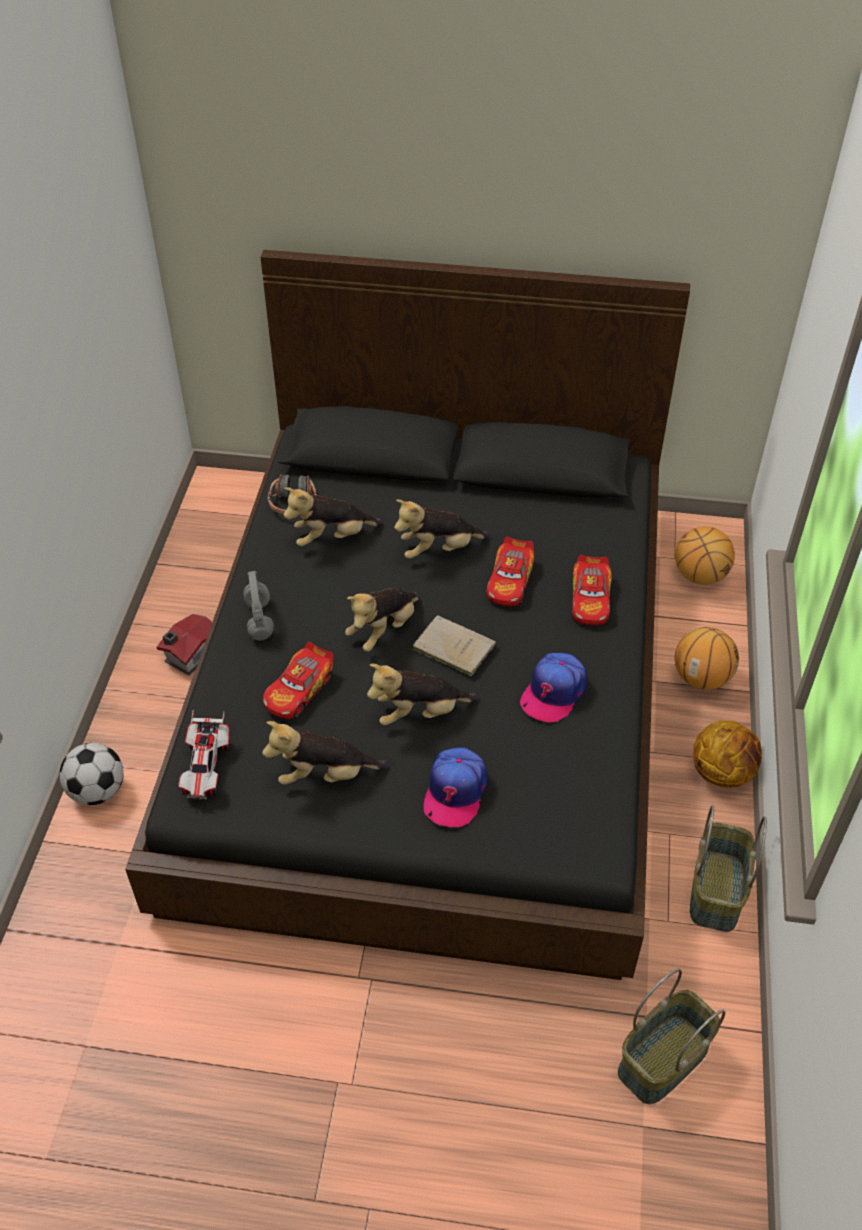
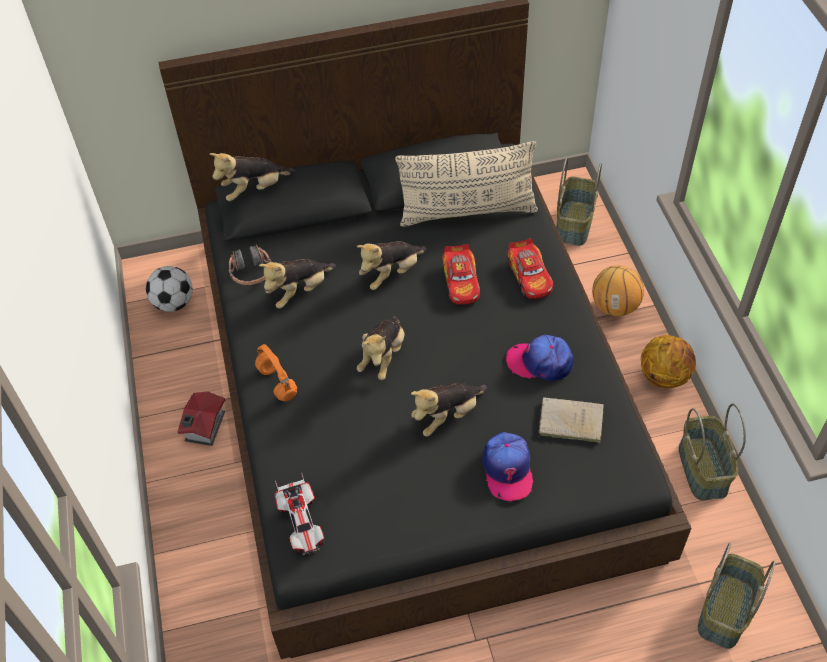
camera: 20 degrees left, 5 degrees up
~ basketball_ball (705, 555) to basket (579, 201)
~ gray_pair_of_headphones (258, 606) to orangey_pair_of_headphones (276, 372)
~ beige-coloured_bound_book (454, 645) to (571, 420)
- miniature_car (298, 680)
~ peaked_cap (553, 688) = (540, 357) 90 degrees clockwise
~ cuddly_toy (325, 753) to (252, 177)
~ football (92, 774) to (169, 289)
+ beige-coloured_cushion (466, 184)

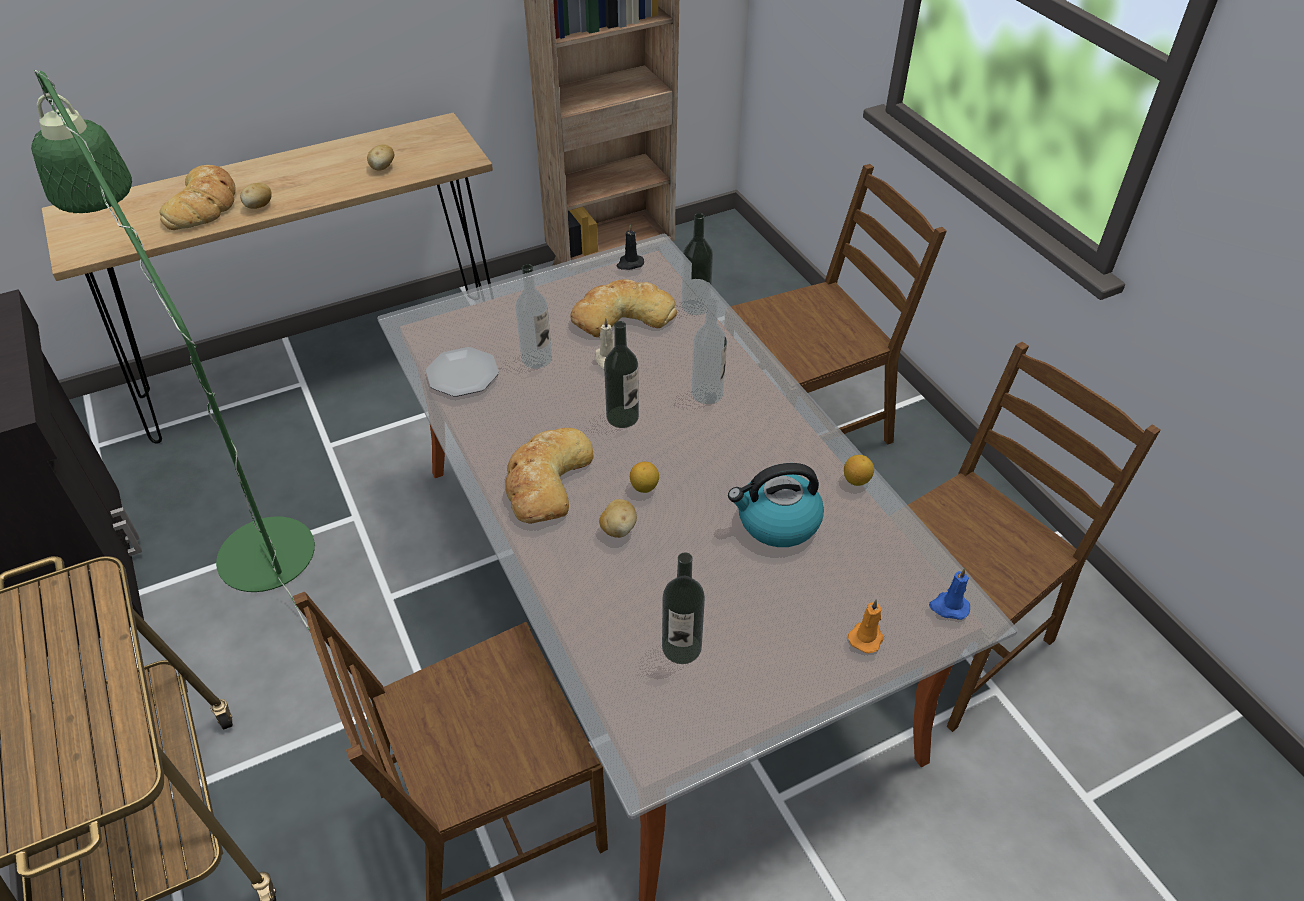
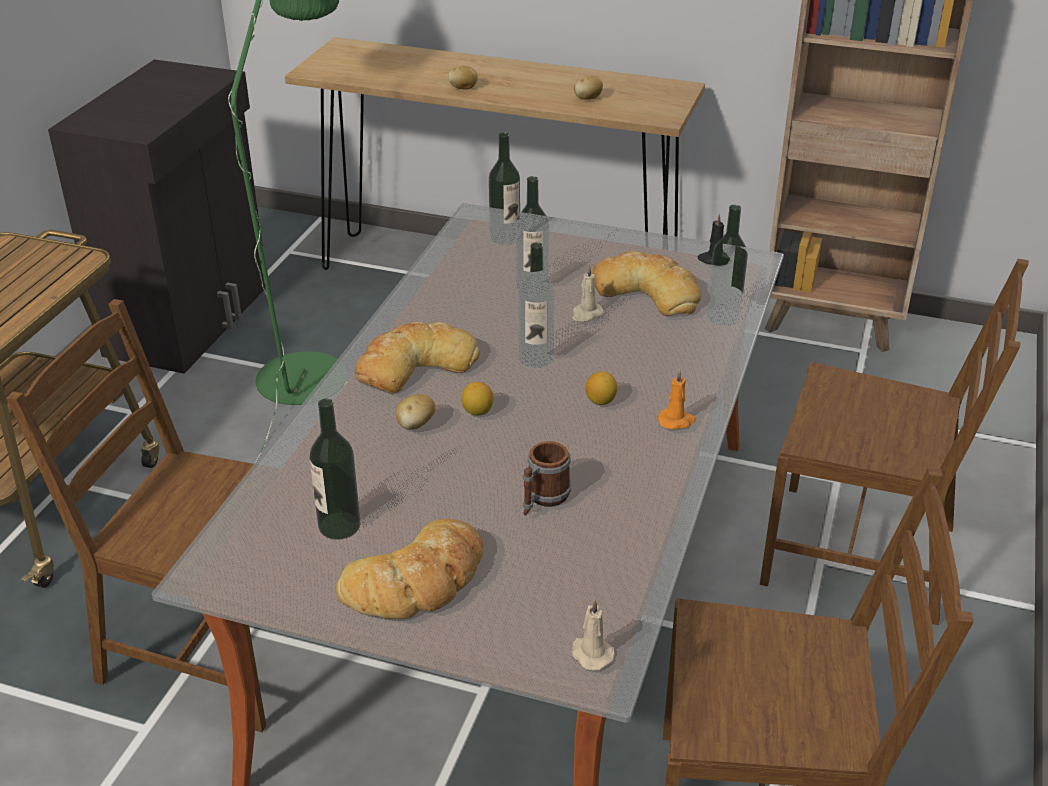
camera: 45 degrees right, 10 degrees down
~ bakery_bread (197, 197) to (410, 569)
~ bottle (709, 351) to (504, 189)
- flat_dish (462, 372)
~ lemon (859, 470) to (601, 388)
~ kettle (776, 505) to coffee_mug (547, 478)
~ blue-coloured_wax_light (949, 594) to beige-coloured_wax_light (593, 635)
~ orangey_wax_light (866, 626) to (676, 400)

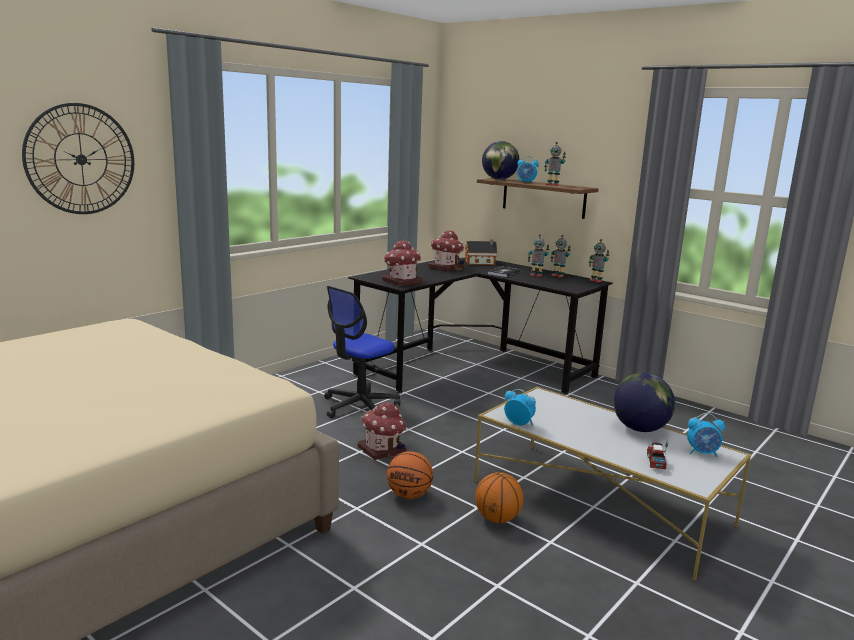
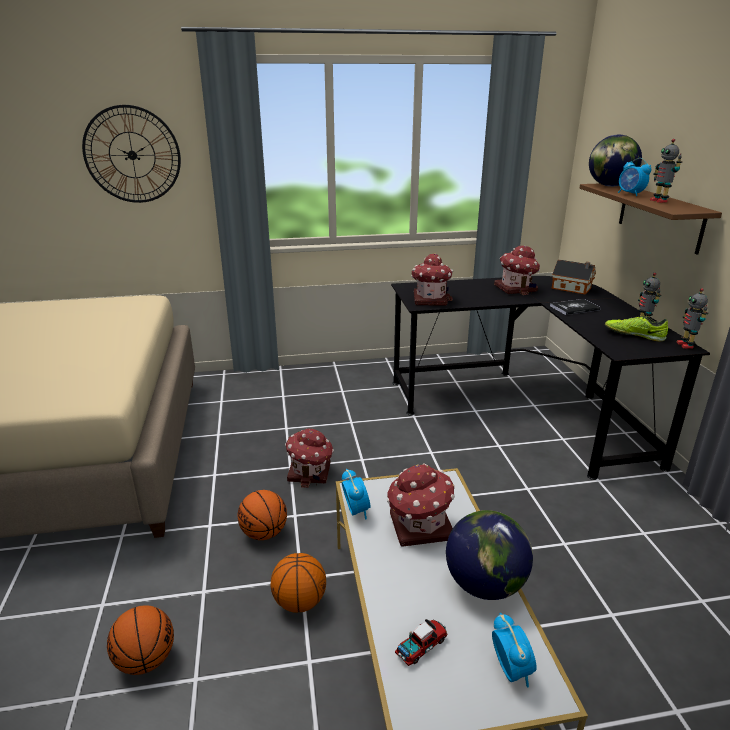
camera: 40 degrees right, 10 degrees up
- robot_figure (538, 255)
- computer_chair (362, 352)
~ bedside_clock (706, 435) = (514, 650) 150 degrees counterclockwise
+ shoe (636, 329)
+ miniature_house (421, 505)
+ basketball_ball (140, 640)

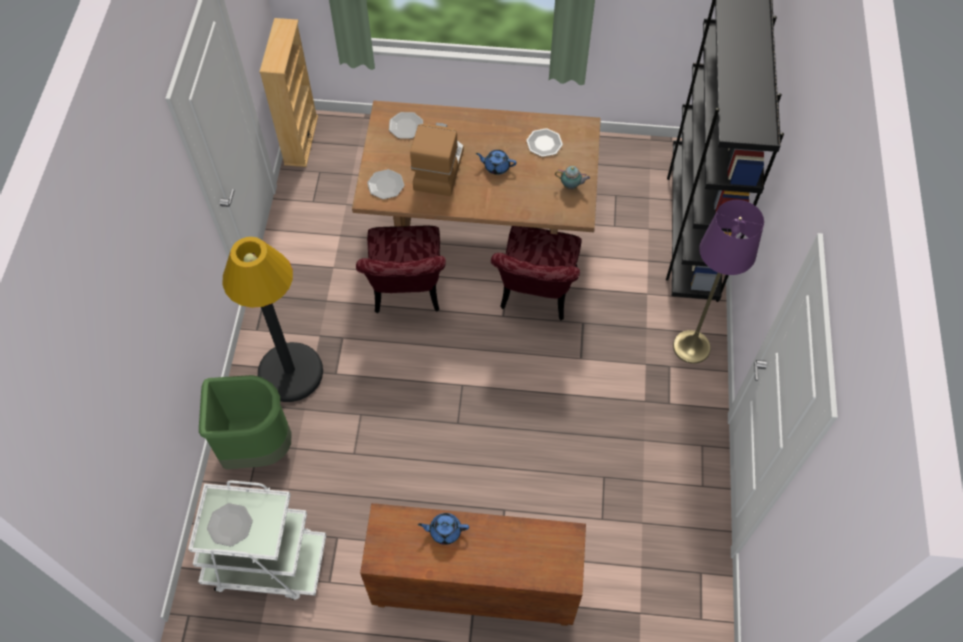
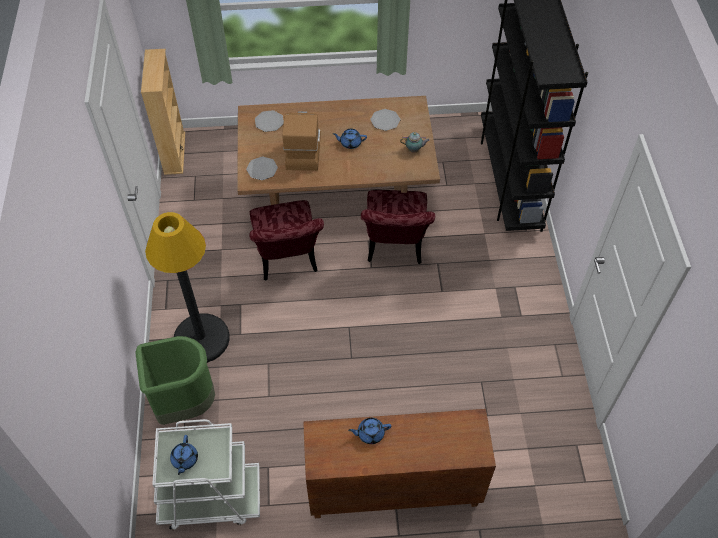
camera: 10 degrees left, 5 degrees down
- purple_floor_lamp (718, 282)
~ flat_dish (230, 525) to blue-coloured_pot_for_tea (184, 455)

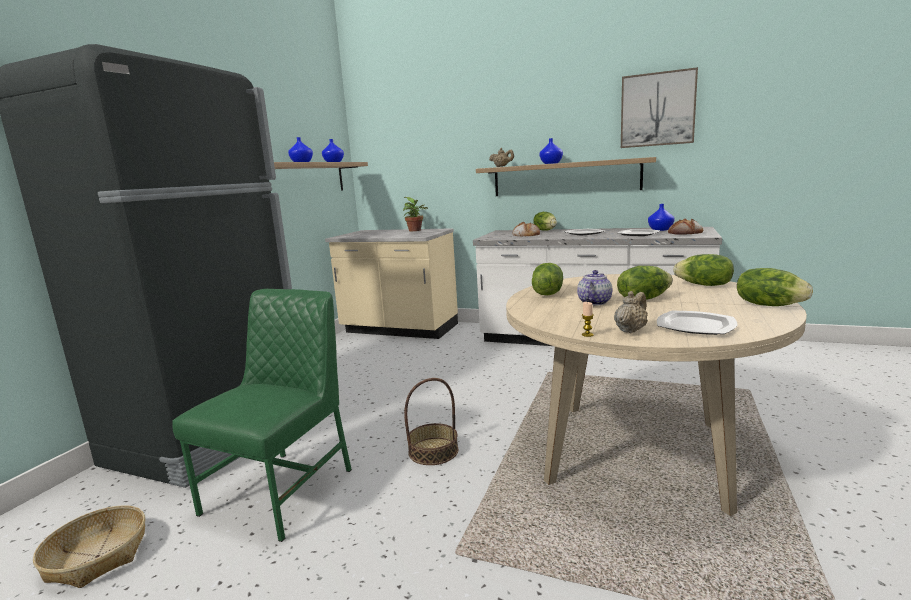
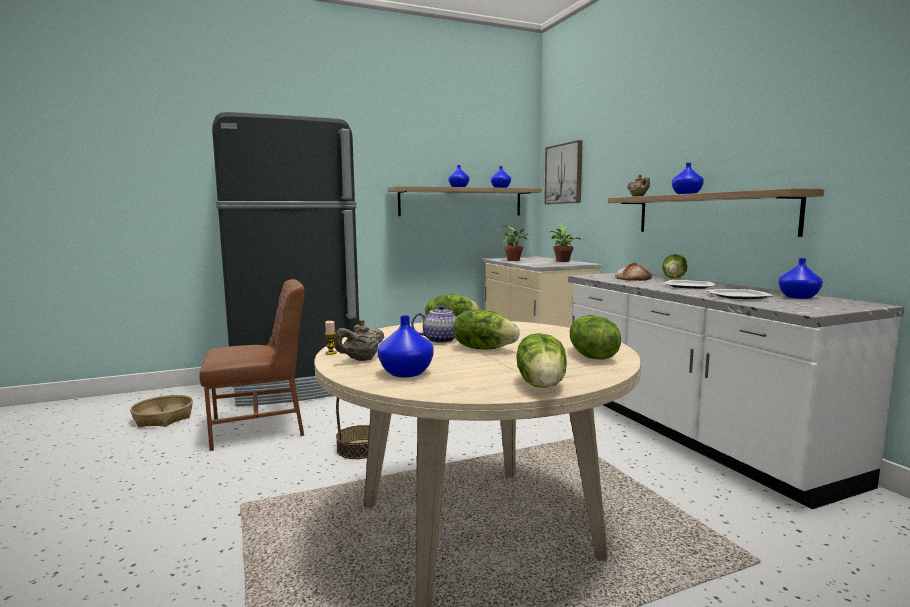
camera: 45 degrees right, 5 degrees down
~ wall_picture (659, 107) to (563, 172)
- bakery_bread (685, 227)
~ green_upright_chair (262, 415) to brown_upright_chair (251, 365)
~ beige-coloured_pot_for_tea (631, 312) = (359, 340) 135 degrees clockwise
~ flat_dish (697, 323) to blue-coloured_decorative_vase (405, 346)
+ plant_in_a_pot (515, 243)

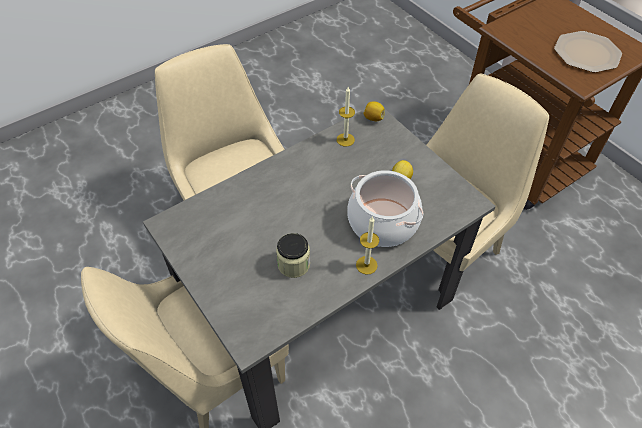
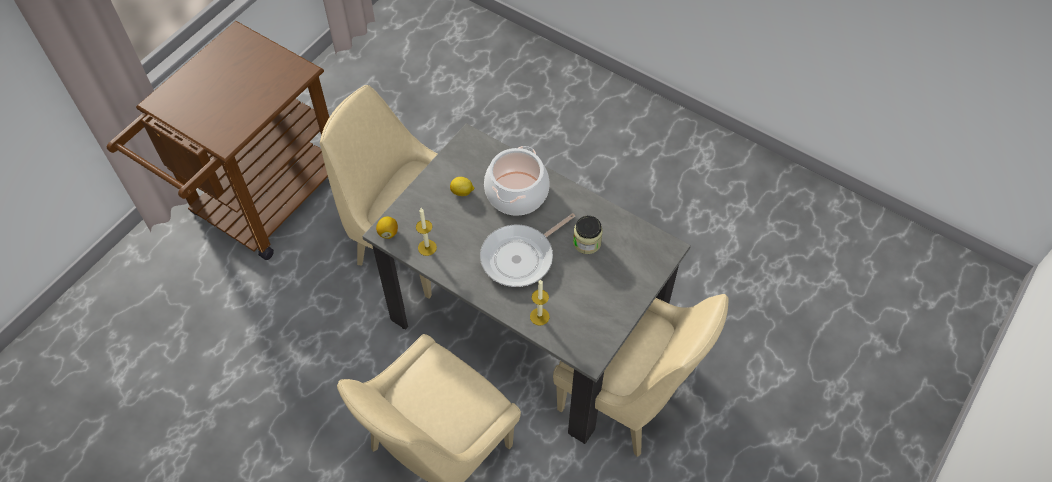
camera: 110 degrees left, 5 degrees up
- flat_dish (588, 52)
~ wax_light (367, 245) to (540, 303)
+ skillet (527, 250)

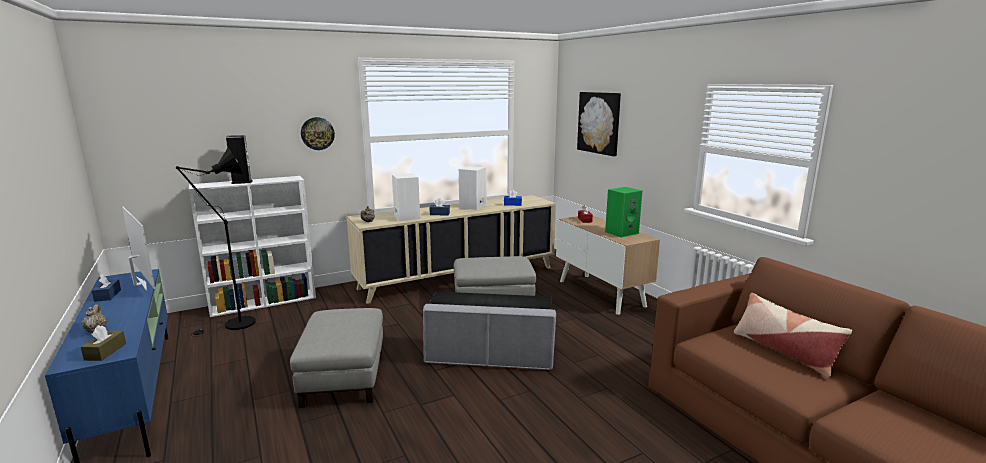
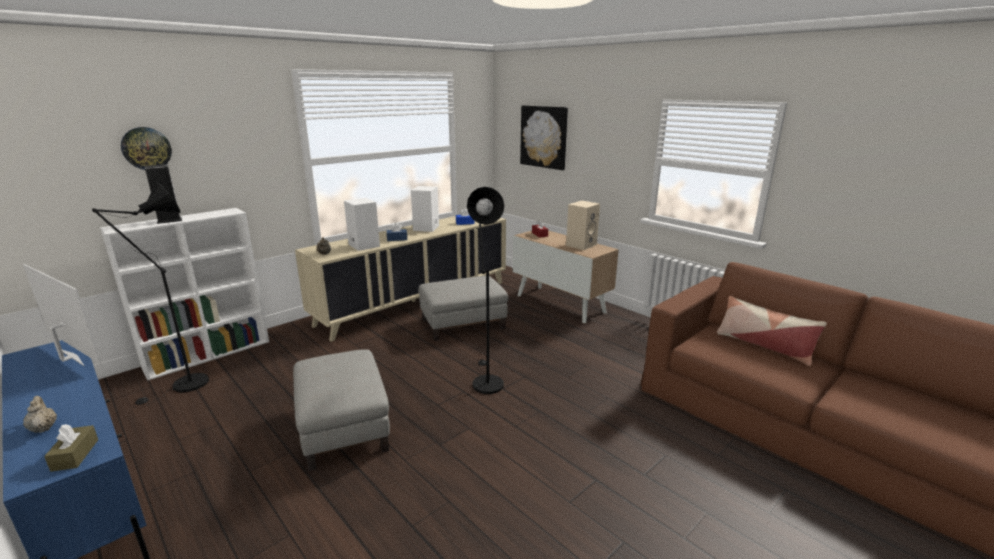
camera: 15 degrees left, 5 degrees up
~ wall_clock (318, 133) to (146, 148)
~ green_audio_speaker (624, 212) to beige-coloured_audio_speaker (583, 225)
- blue-coloured_tissue_box (106, 288)
~ gray_ottoman (489, 331) to blackish_floor_lamp (485, 290)

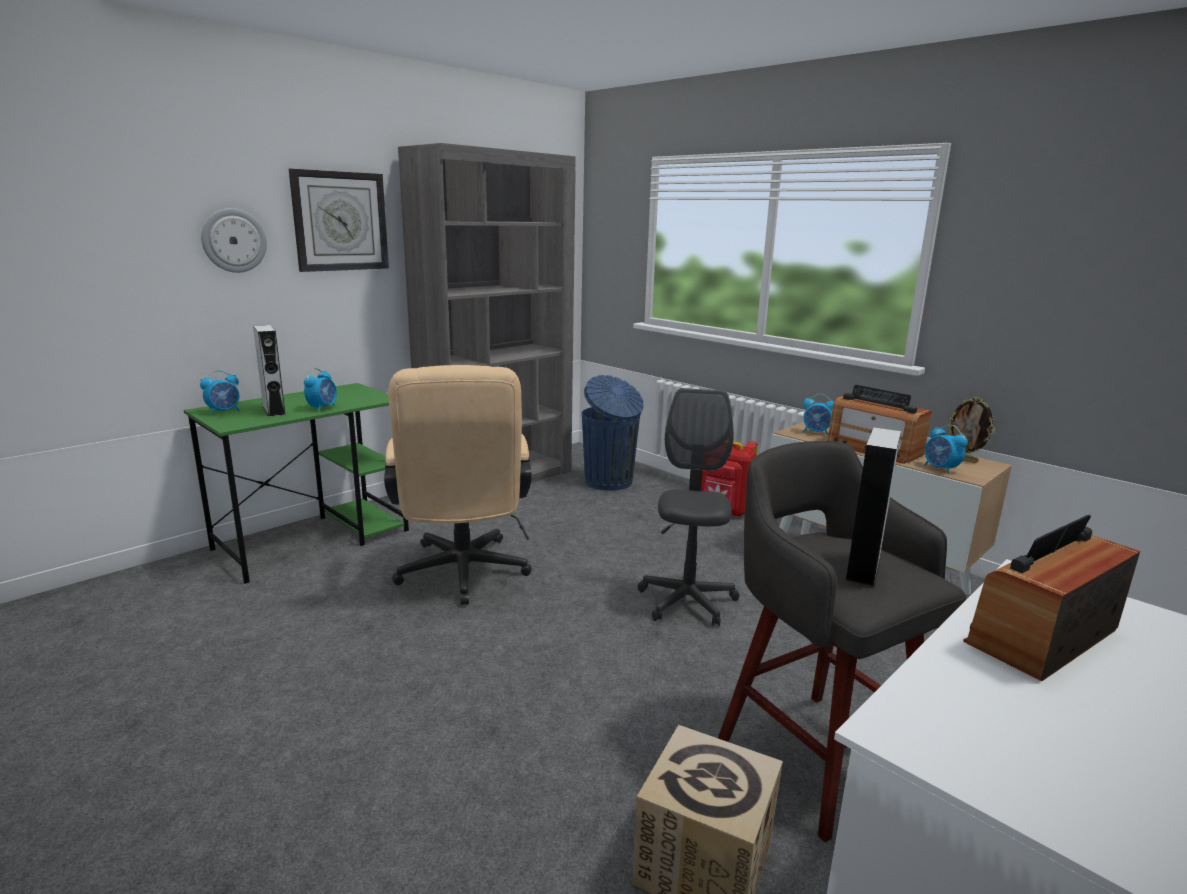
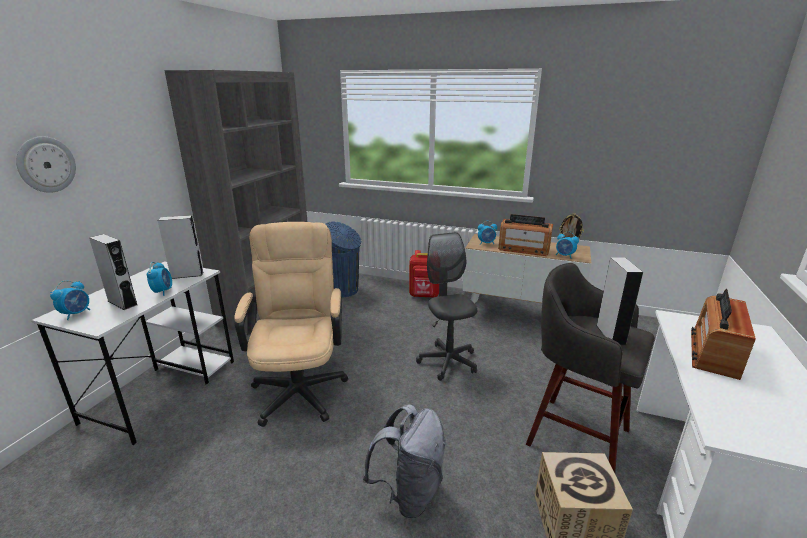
camera: 25 degrees left, 5 degrees up
- wall_clock (339, 220)
~ beige-coloured_computer_chair (458, 485) = (291, 324) 150 degrees counterclockwise
~ green_desk (296, 483) to white-coloured_desk (132, 353)
+ gray_audio_speaker (181, 247)
+ gray_knapsack (404, 461)

